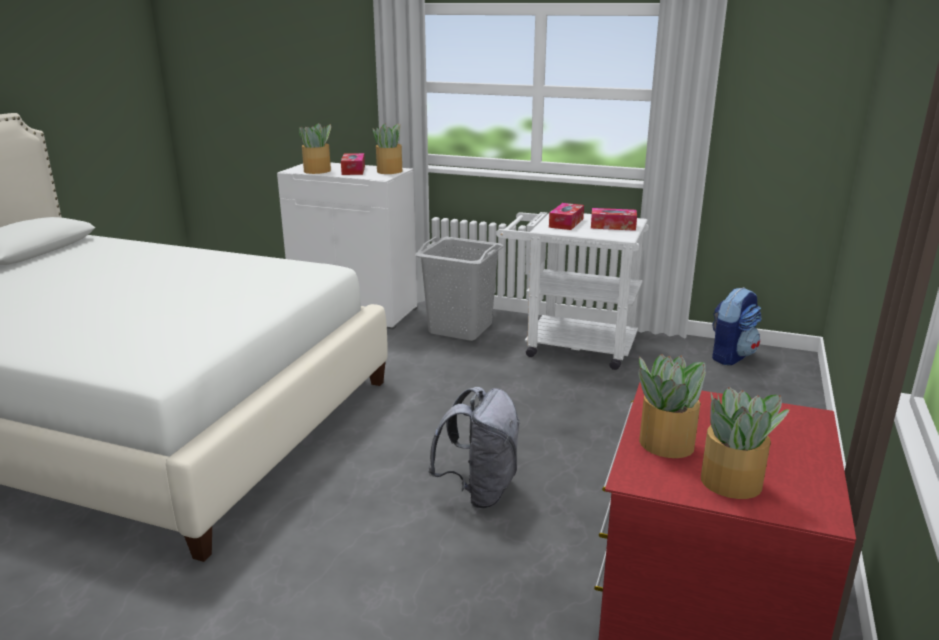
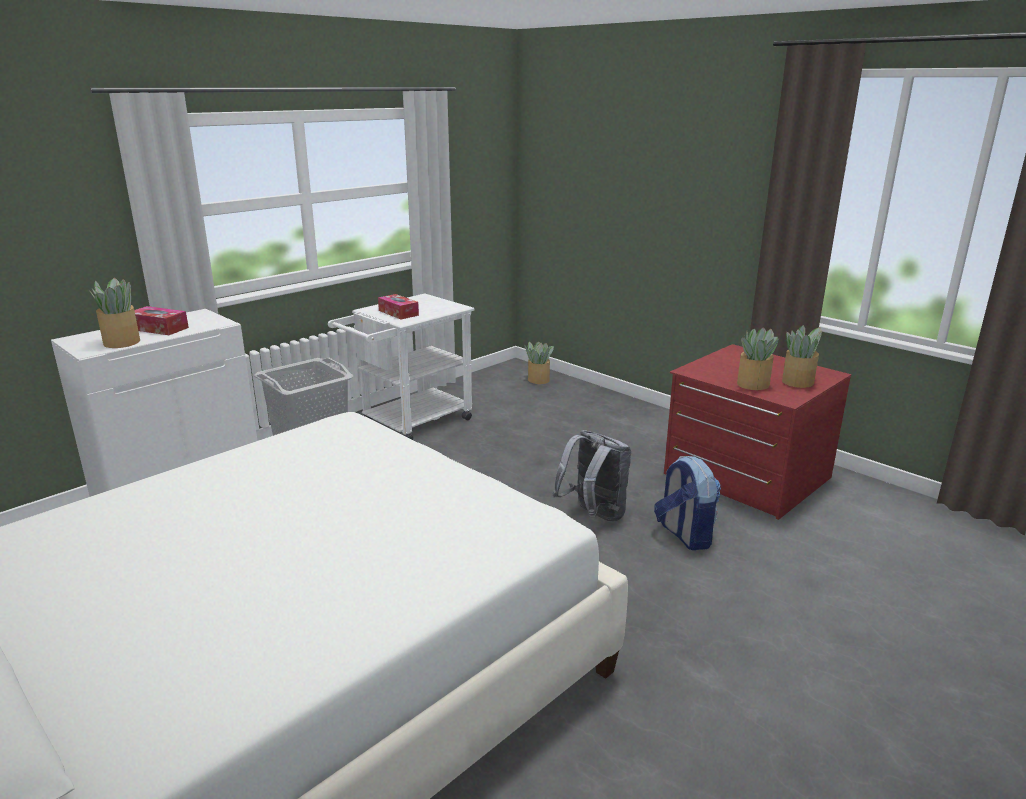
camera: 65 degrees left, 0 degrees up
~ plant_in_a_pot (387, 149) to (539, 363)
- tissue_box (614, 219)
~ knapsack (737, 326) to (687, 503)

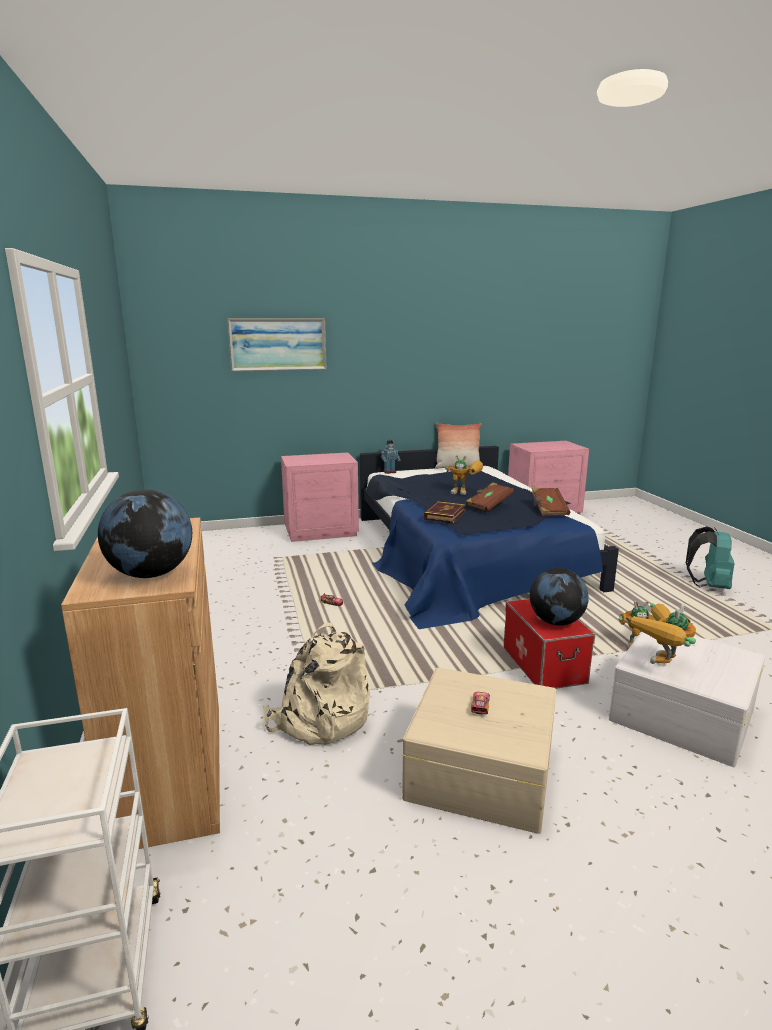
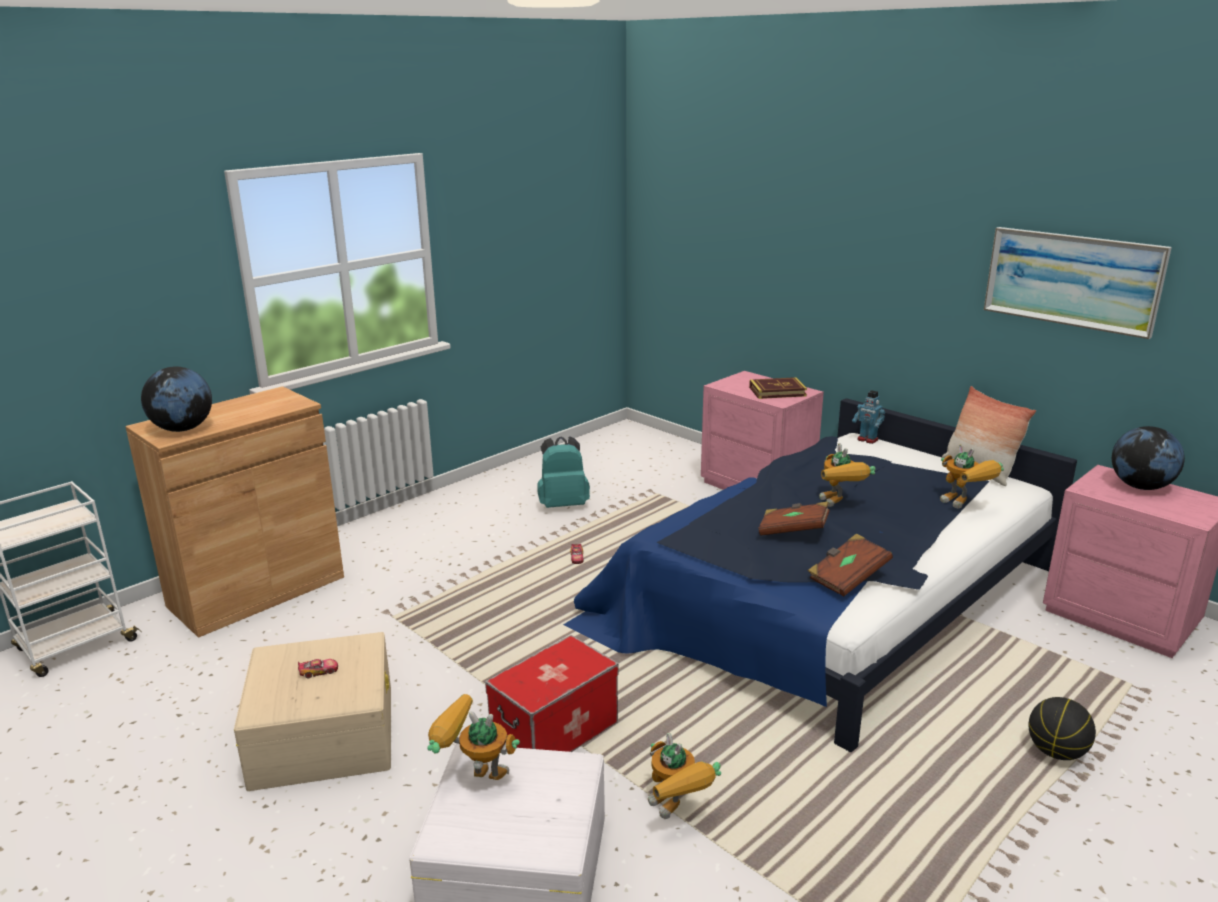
camera: 60 degrees right, 5 degrees up
~ wall_picture (276, 345) to (1078, 283)
~ bound_book (445, 512) to (778, 388)
~ turquoise-coloured_knapsack (710, 557) to (563, 472)
~ desk_globe (559, 597) to (1148, 458)
- beige-coloured_knapsack (316, 684)
+ robot_figure (972, 476)
+ basketball_ball (1062, 728)

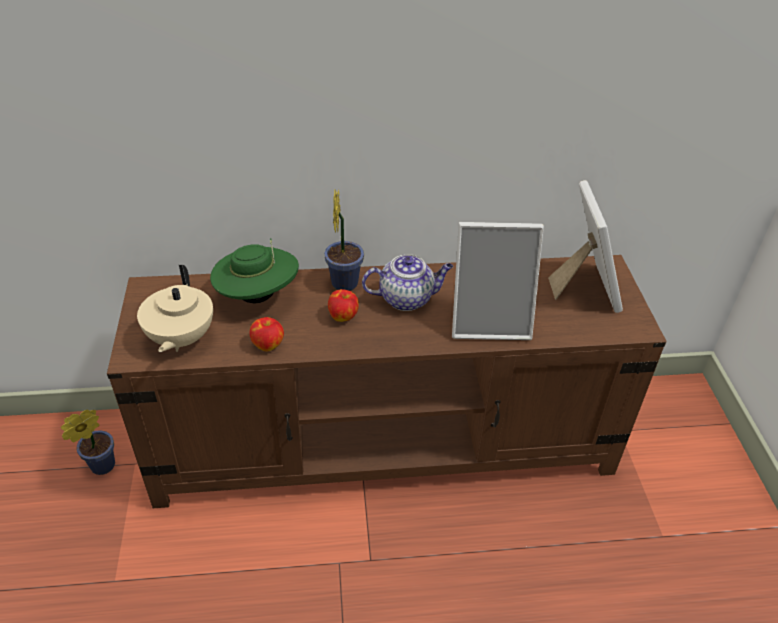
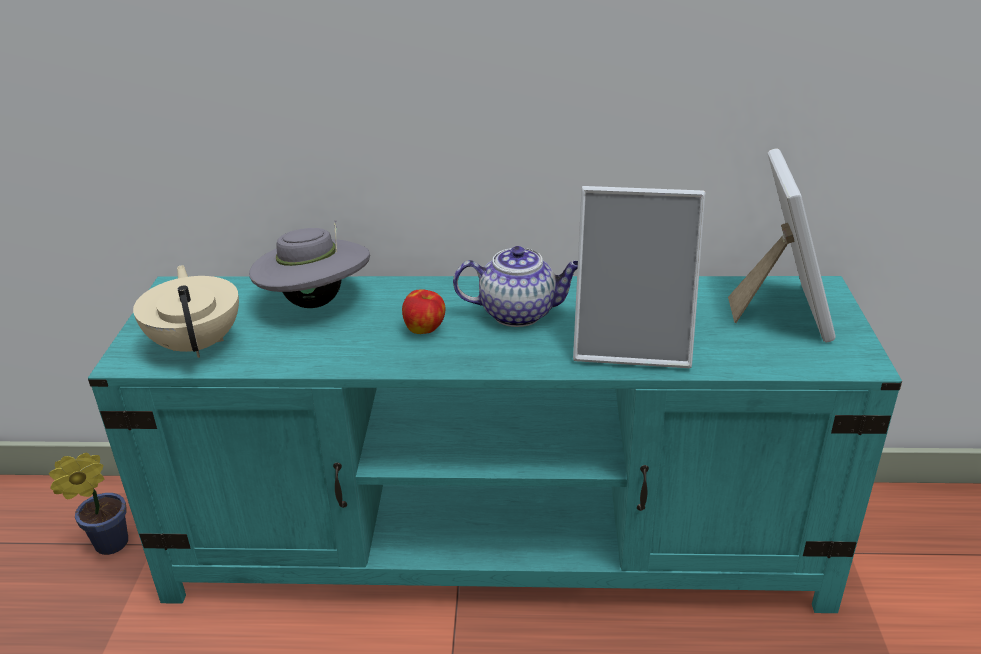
camera: 10 degrees right, 10 degrees down
- plant_in_a_pot (344, 240)
~ green_clothing_hat (254, 270) to gray_clothing_hat (309, 264)
~ brown_tv_stand (386, 381) to turquoise-coloured_tv_stand (495, 444)
~ beige-coloured_pot_for_tea (175, 308) = (186, 311) 150 degrees clockwise
- apple (266, 334)

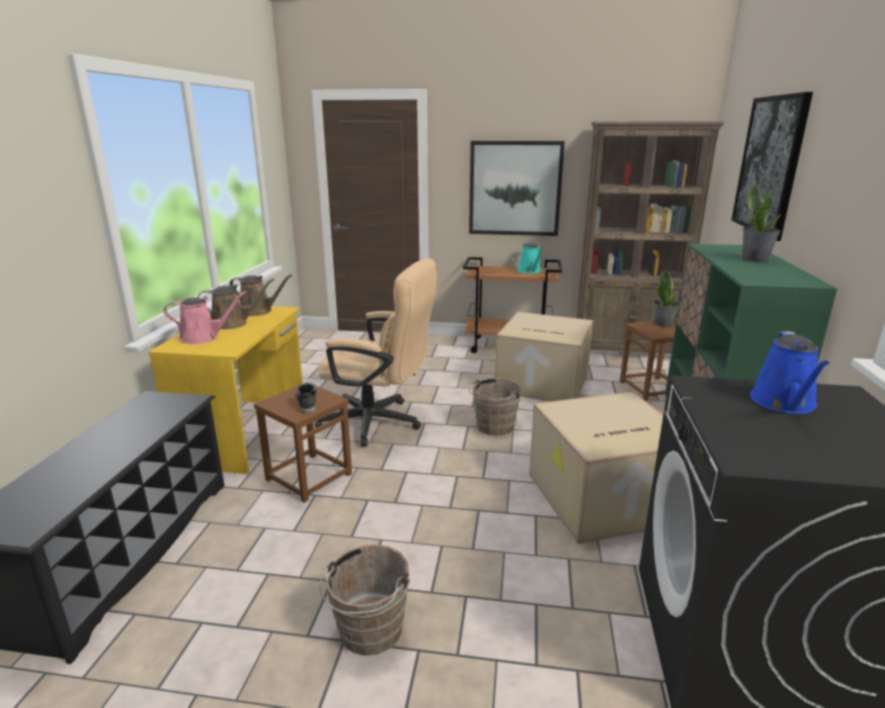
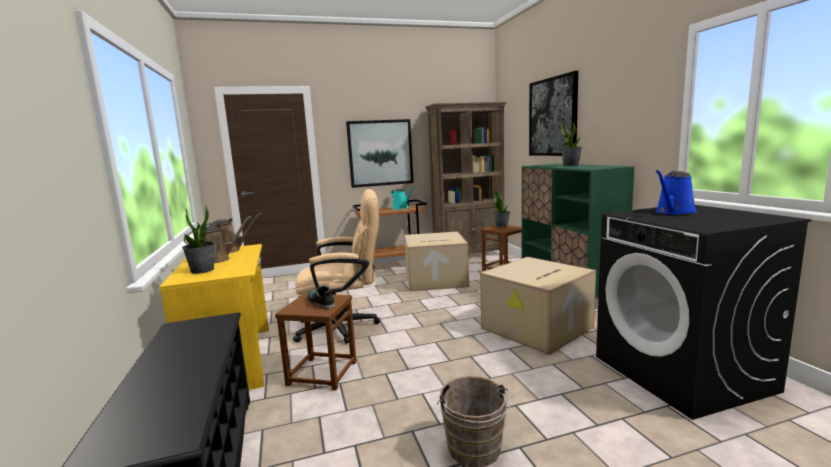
camera: 25 degrees left, 10 degrees down
~ pinkish_watering_can (205, 317) to plant_in_a_pot (198, 240)
~ blue-coloured_watering_can (789, 372) = (676, 192) 60 degrees clockwise
- brown_pail (495, 407)

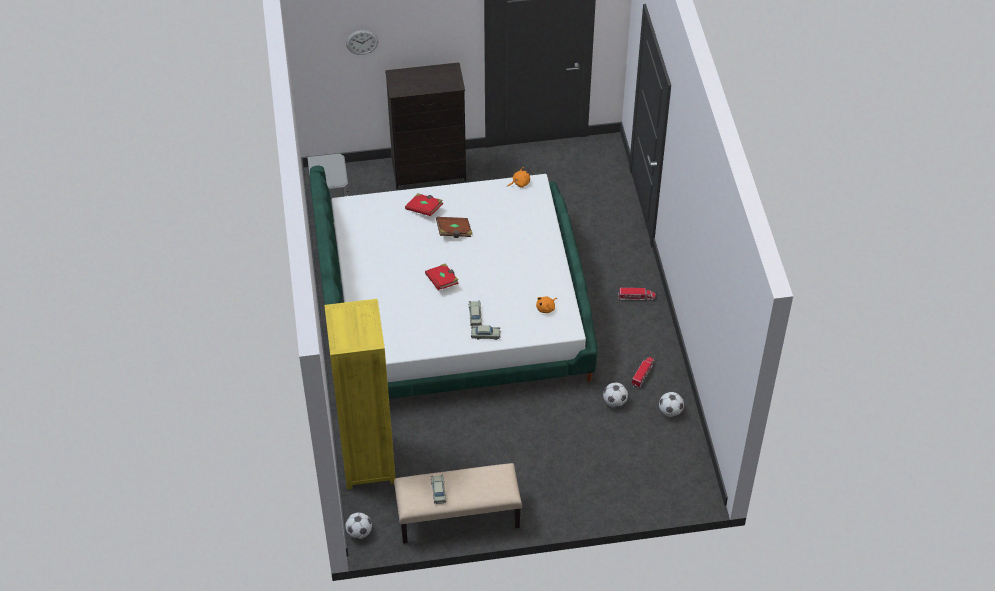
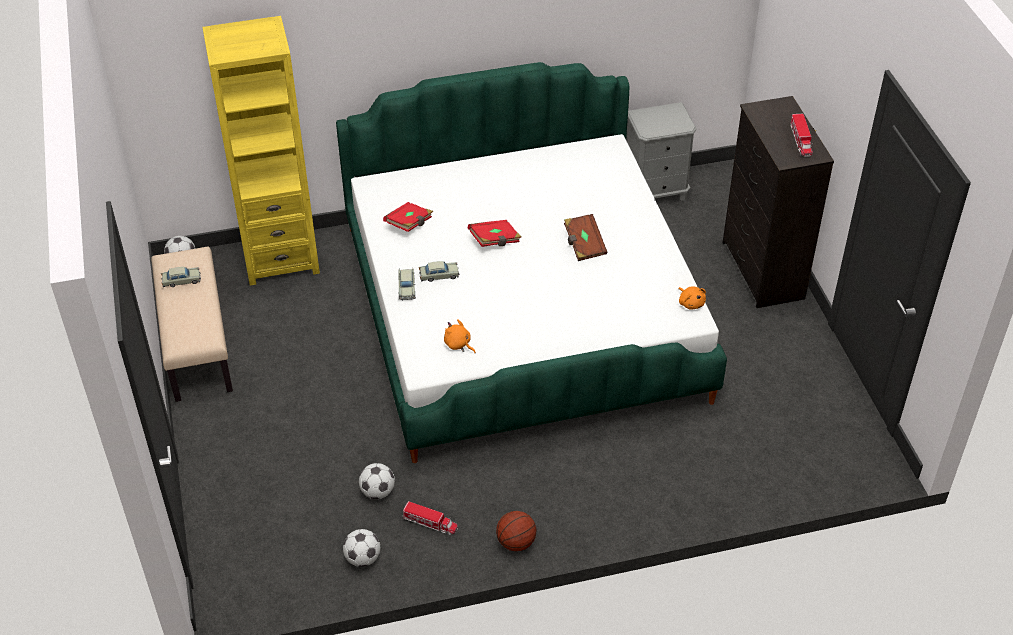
camera: 85 degrees right, 5 degrees down
- wall_clock (362, 42)
~ red_bound_book (424, 204) to (408, 217)
~ model_truck (637, 294) to (801, 135)
+ basketball_ball (516, 531)

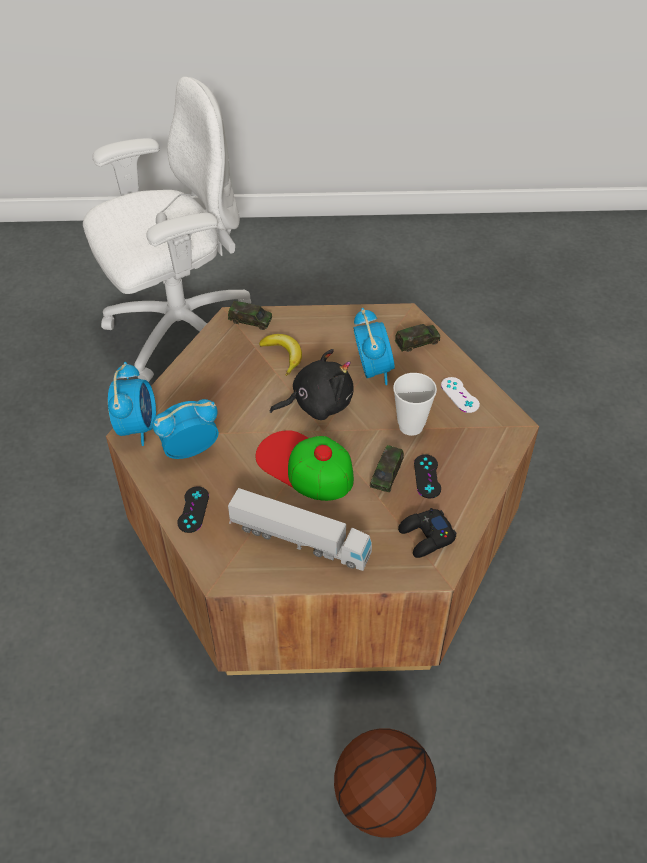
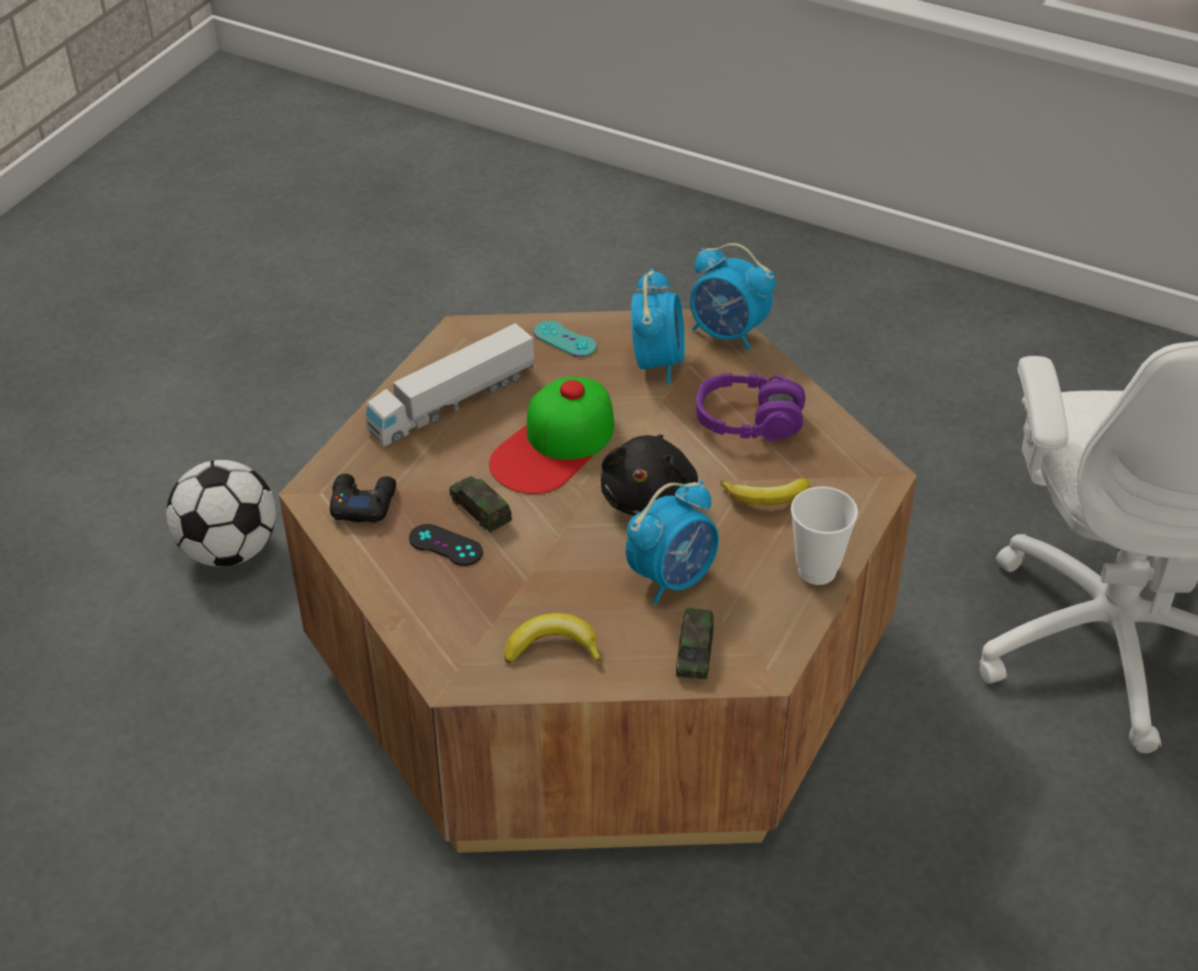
camera: 120 degrees right, 5 degrees down
- miniature_car (250, 315)
~ bedside_clock (374, 346) = (672, 542) 60 degrees counterclockwise
~ drinking_cup (415, 404) to (824, 536)
~ white-coloured_gamepad (460, 395) to whole_banana (553, 639)
~ peaked_cap (305, 465) = (551, 435) 150 degrees clockwise
~ blackish_gamepad (193, 510) to turquoise-coloured_gamepad (565, 338)
~ basketball_ball (385, 783) to football (221, 513)
+ purple_pair_of_headphones (751, 407)

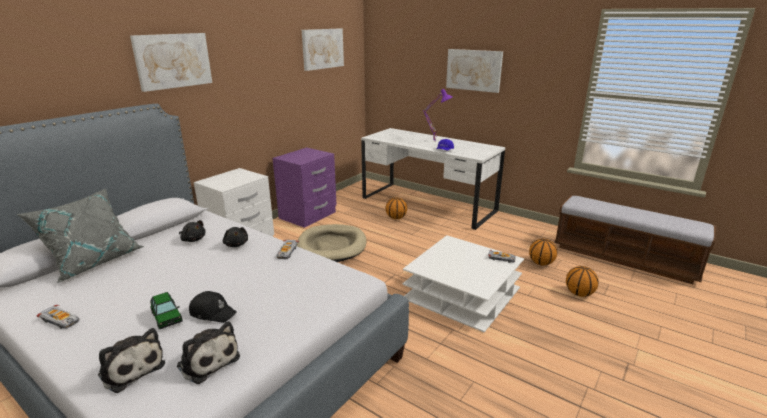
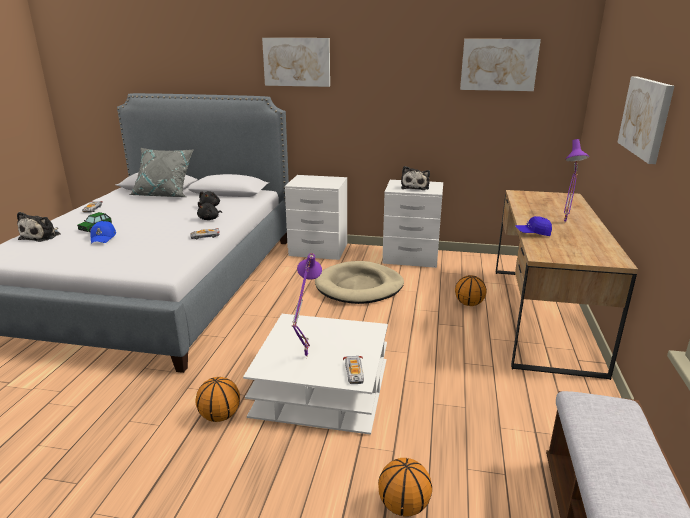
camera: 65 degrees right, 0 degrees up
~ white-coloured_desk (433, 179) to brown_desk (567, 285)
~ purple_night_table (305, 187) to white-coloured_night_table (413, 224)
~ basketball_ball (543, 252) to (217, 399)
~ blackish_peaked_cap (213, 307) to blue-coloured_peaked_cap (103, 232)
~ cuddly_toy (208, 352) to (415, 178)
+ purple_lamp_for_a_table (306, 305)

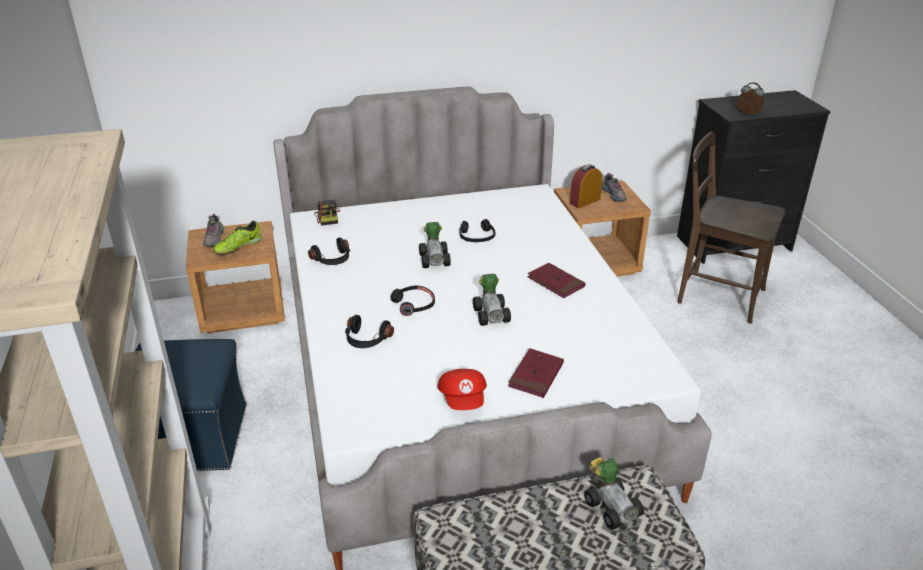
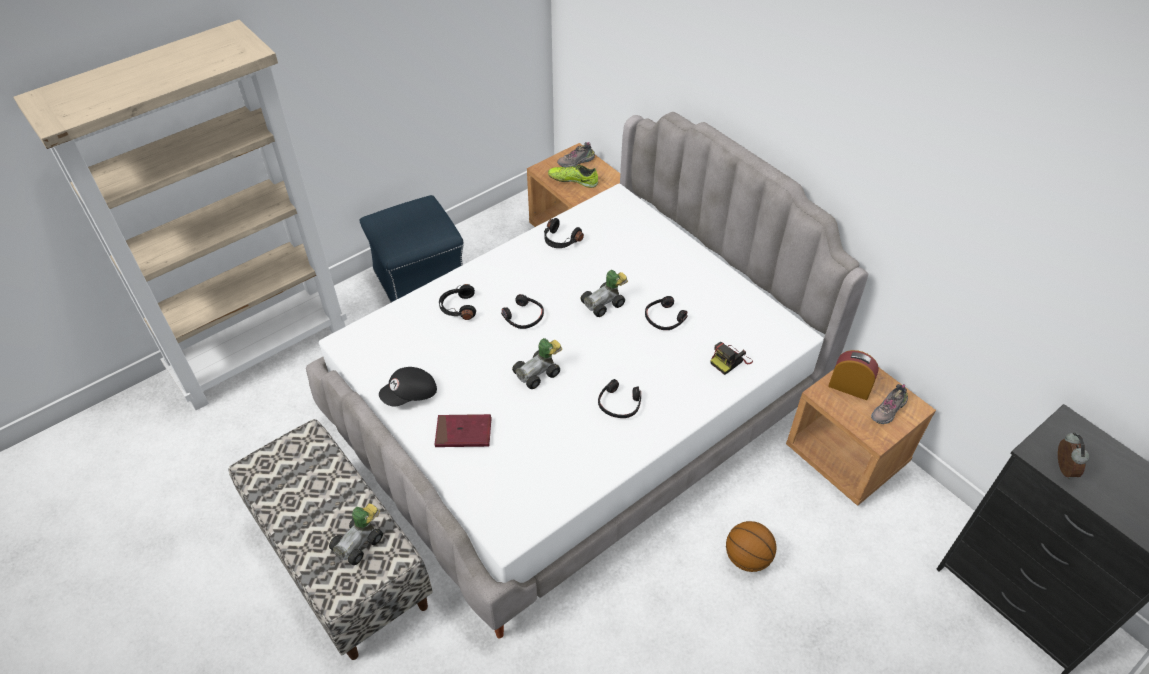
camera: 65 degrees right, 15 degrees up
- brown_upright_chair (731, 228)
~ photo_camera (327, 213) to (731, 358)
~ red_bound_book (556, 280) to blackish_pair_of_headphones (619, 398)
~ red_peaked_cap (462, 389) to blackish_peaked_cap (408, 387)
+ basketball_ball (751, 546)

